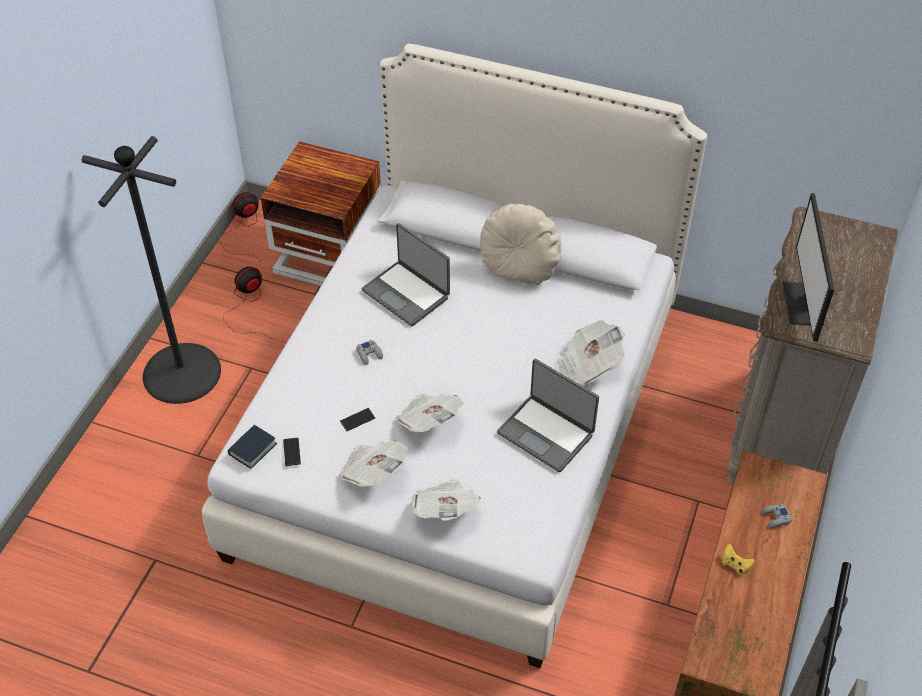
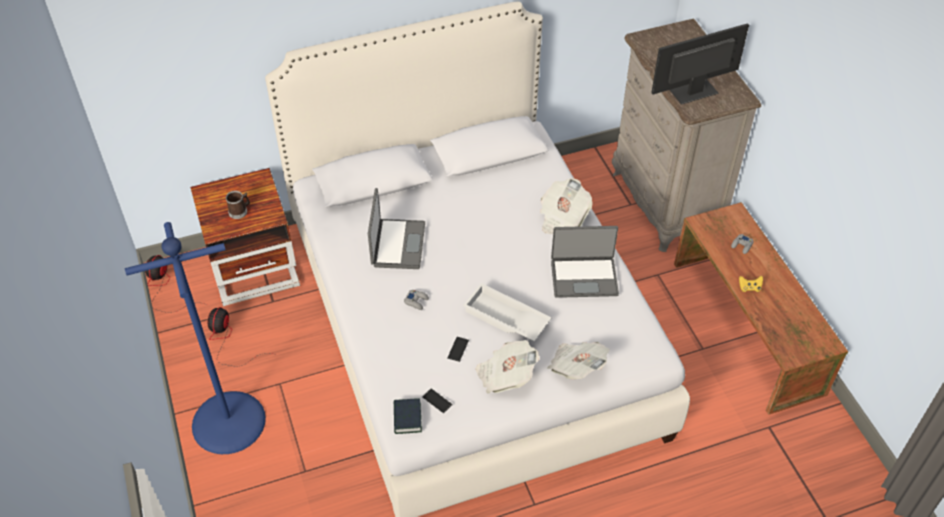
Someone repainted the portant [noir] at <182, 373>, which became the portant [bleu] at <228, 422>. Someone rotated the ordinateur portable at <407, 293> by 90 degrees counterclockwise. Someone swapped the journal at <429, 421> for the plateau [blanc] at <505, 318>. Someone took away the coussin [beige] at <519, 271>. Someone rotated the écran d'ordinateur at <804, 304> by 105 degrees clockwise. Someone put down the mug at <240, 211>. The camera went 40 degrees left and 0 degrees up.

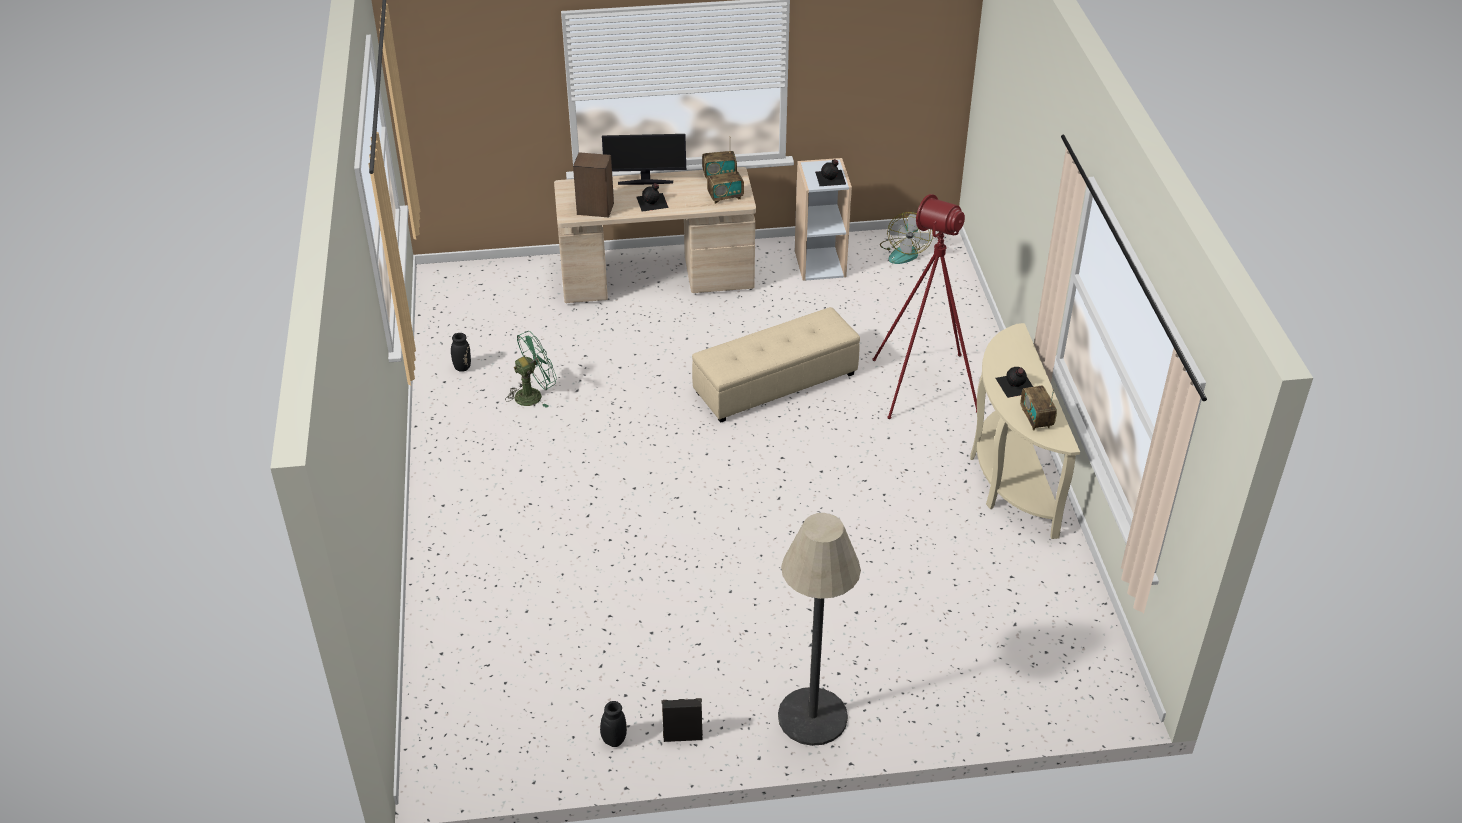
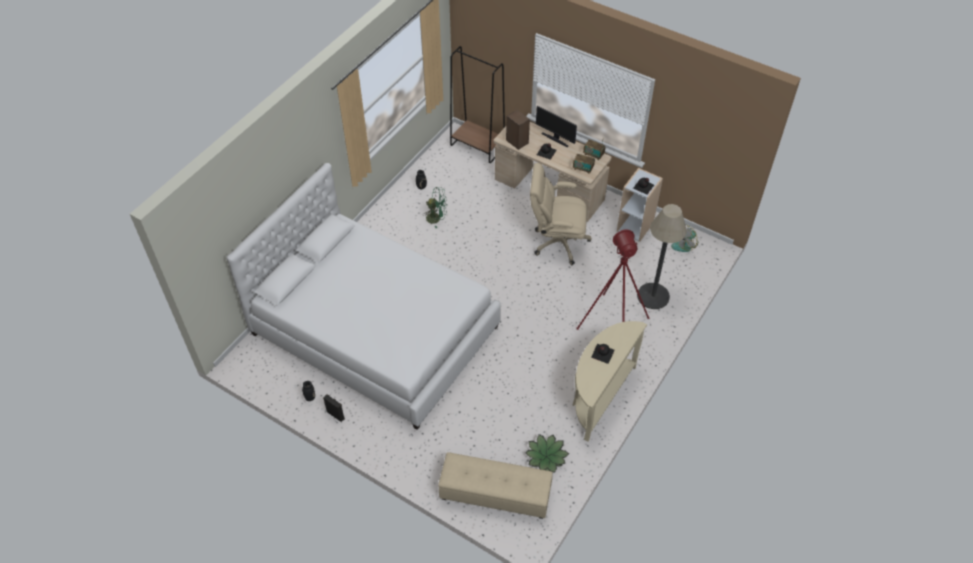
Someone carried the pouf [beige] from <776, 384> to <495, 494>. Someone carried the lampadaire from <812, 717> to <653, 296>. Someone took away the radio at <1036, 418>. Someone put down the lit [blanc] at <375, 330>. Someone put down the portant at <477, 147>. Someone put down the plante en pot at <546, 456>. Someone put down the chaise de bureau [beige] at <556, 242>. The camera went 40 degrees right and 10 degrees up.

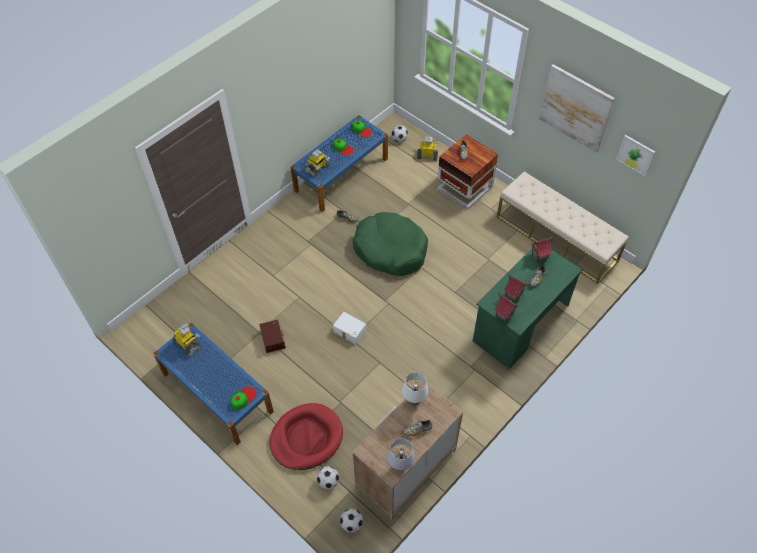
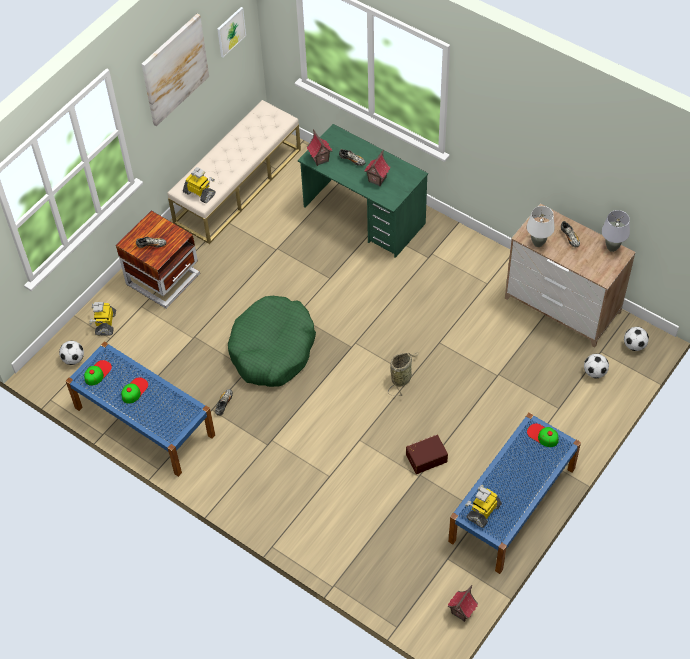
Someone took away the panier pour chien [rouge] at <306, 438>. Someone carried the robot jouet from <317, 169> to <200, 193>. Someone swapped the boîte de rangement [blanc] at <349, 331> for the panier at <402, 378>. Someone carried the maison miniature from <504, 315> to <461, 612>. The camera went 95 degrees left and 0 degrees up.

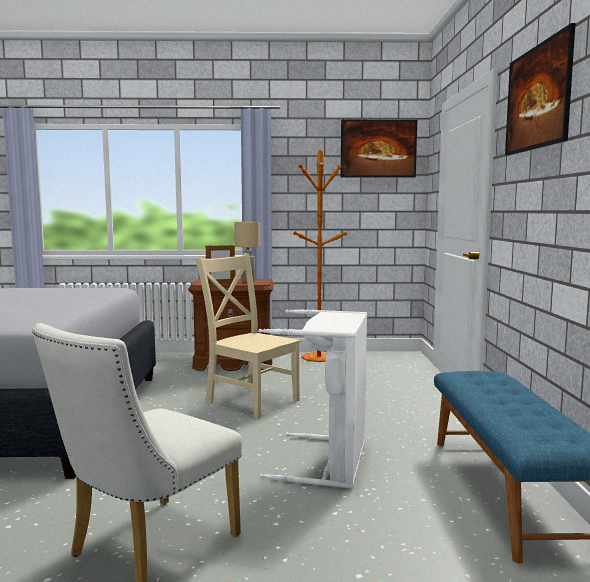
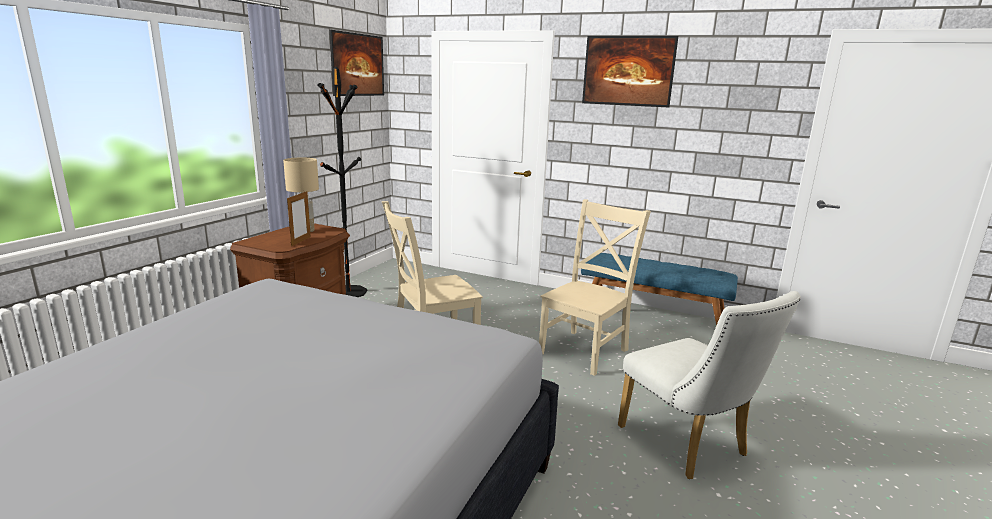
Someone swapped the panier à linge [blanc] at <329, 461> for the chaise [beige] at <585, 350>. Someone repainted the portant [orange] at <319, 357>, which became the portant [noir] at <348, 292>. The camera went 65 degrees left and 10 degrees up.

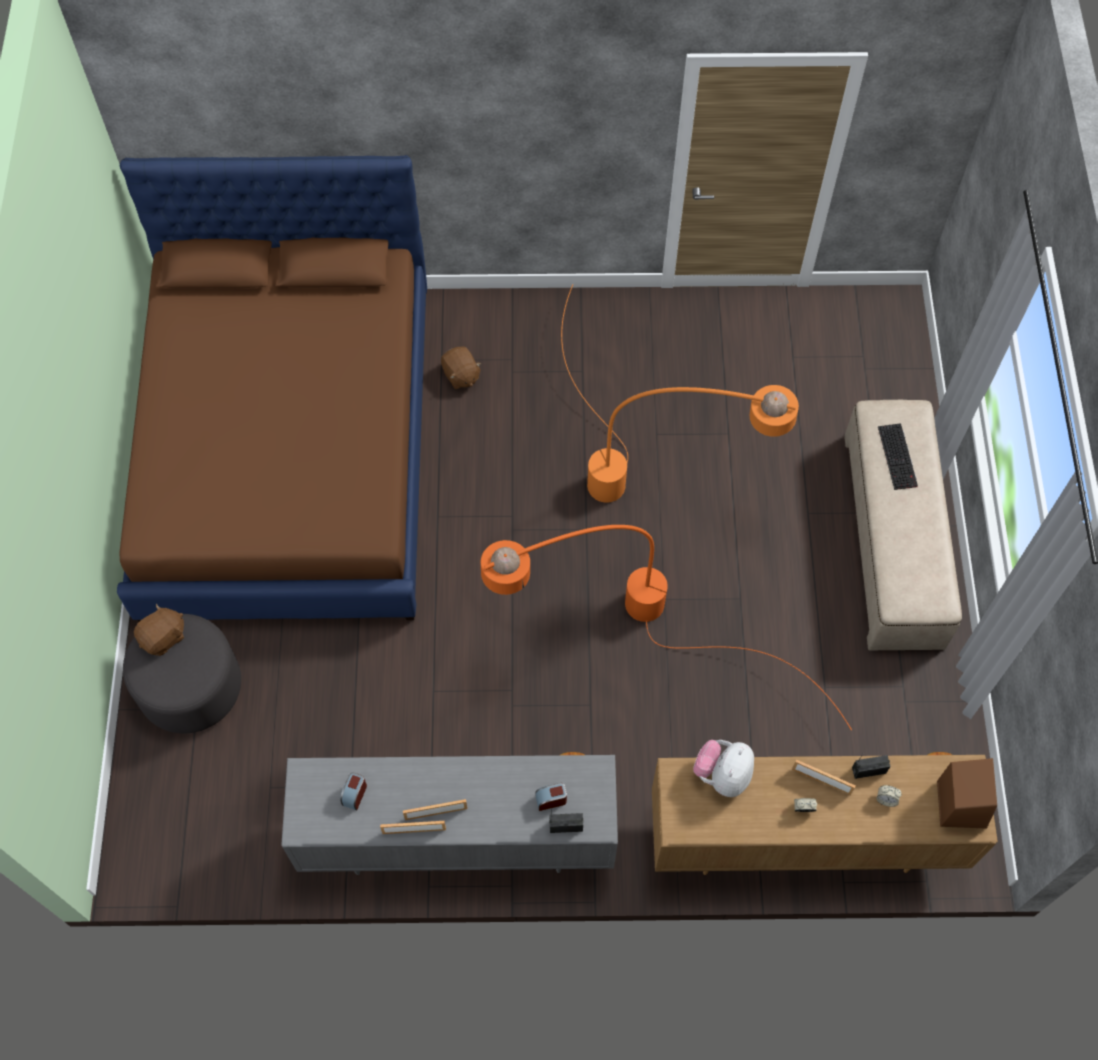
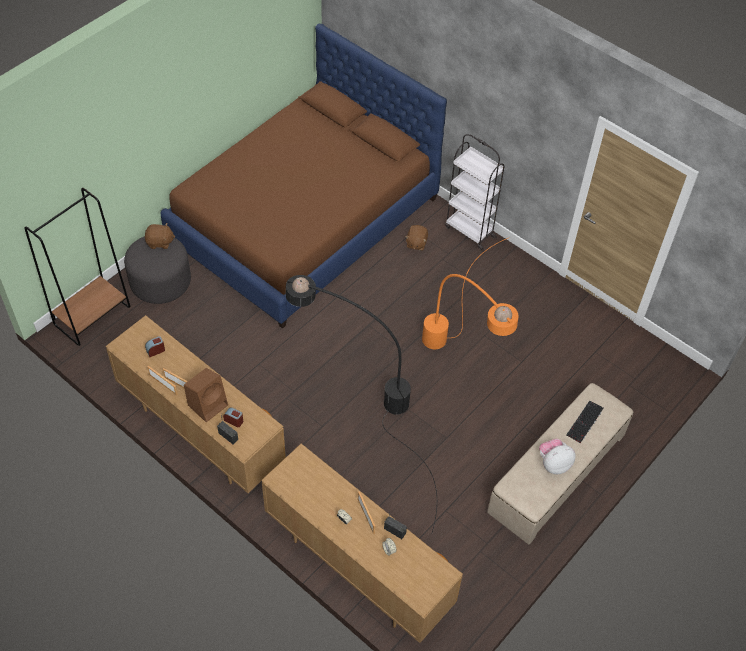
Someone repainted the commode [gris] at <458, 839>, which became the commode [marron] at <202, 433>. Someone repainted the lampadaire [orange] at <613, 643>, which became the lampadaire [noir] at <362, 409>. Someone carried the peluche from <722, 775> to <553, 464>. Someone carried the enceinte [marron] from <960, 802> to <208, 404>. Someone put down the portant at <92, 316>. Someone put down the chariot [blanc] at <469, 232>. The camera went 40 degrees right and 10 degrees down.

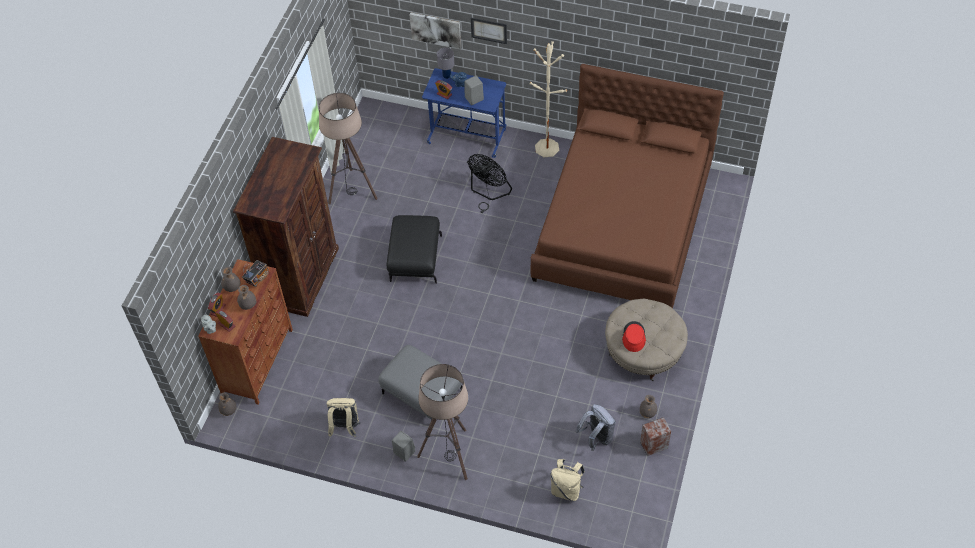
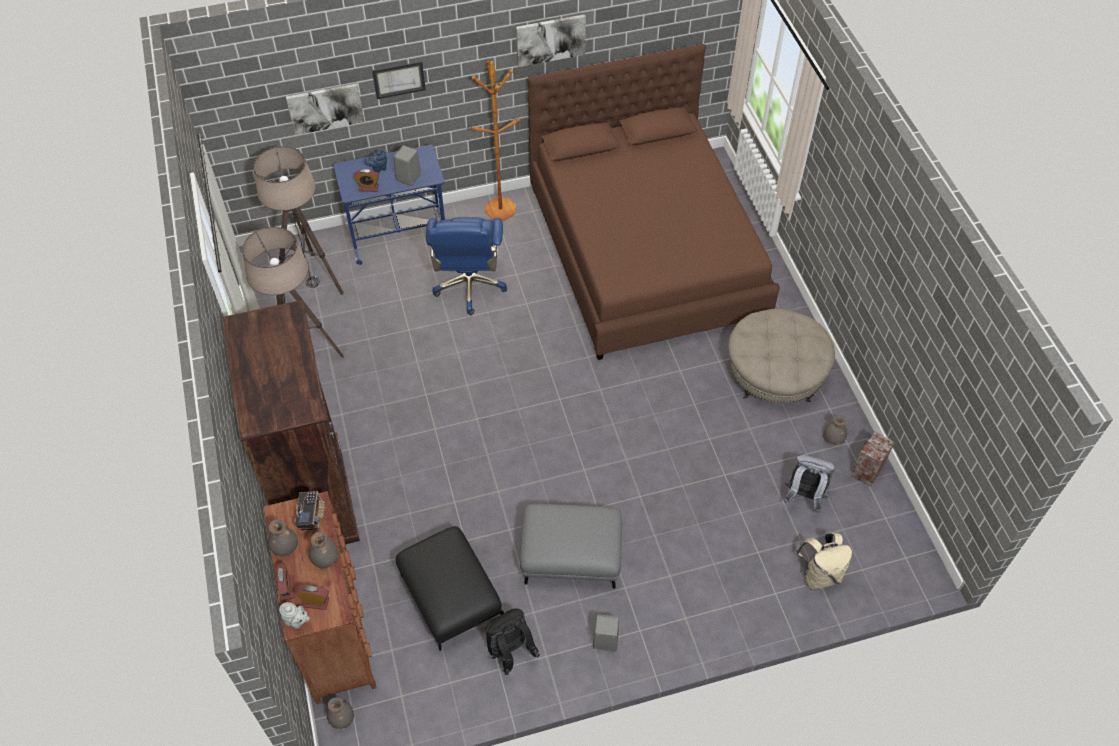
Someone repainted the sac à dos [beige] at <345, 427>, which became the sac à dos [noir] at <510, 652>. Someone carried the pouf [noir] from <415, 258> to <450, 597>. Someone carried the lampadaire from <449, 455> to <311, 282>. Someone took away the lampe de table [gris] at <446, 76>. Someone swapped the ventilateur [noir] at <486, 192> for the chaise de bureau [bleu] at <469, 287>. Someone repainted the portant [beige] at <547, 148>, which became the portant [orange] at <500, 208>. Someone took away the chapeau [rouge] at <633, 337>. Someone put up the tableau at <550, 39>. The camera went 35 degrees left and 0 degrees up.

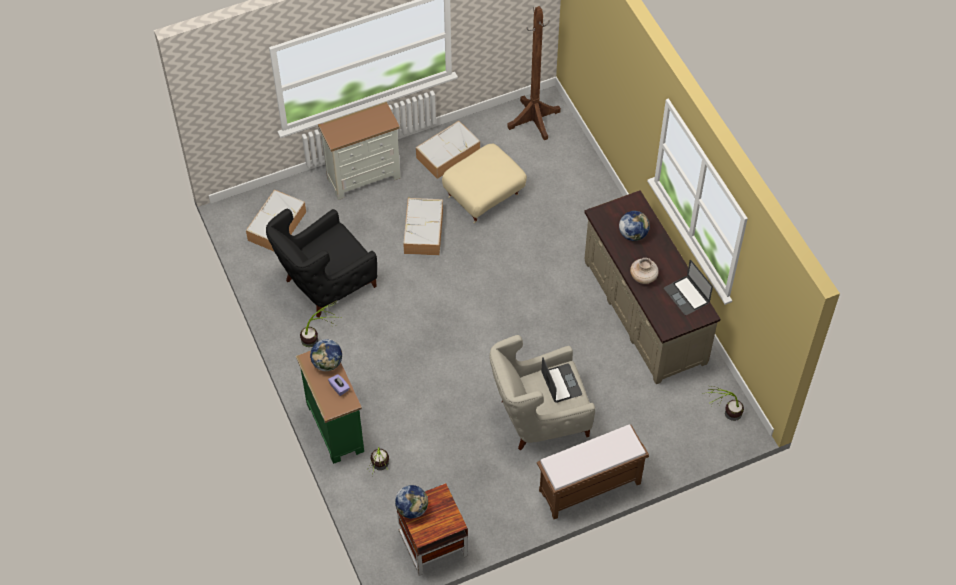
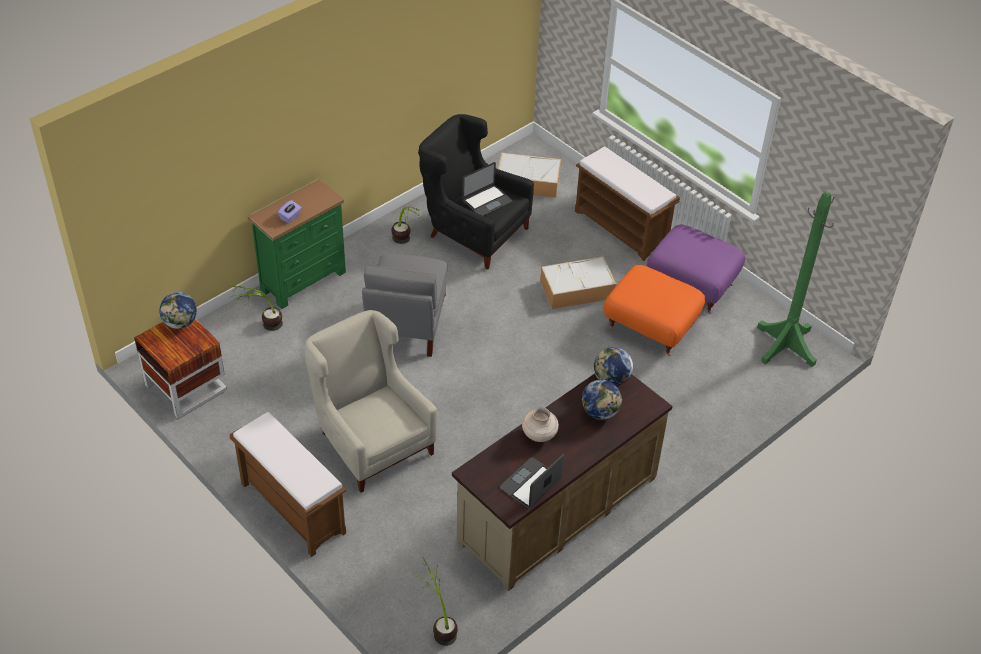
Someone carried the globe from <327, 363> to <611, 379>. Someone swapped the commode [blanc] at <364, 178> for the banc [marron] at <622, 228>. Someone swapped the boîte de rangement at <448, 154> for the pouf [violet] at <692, 285>. Someone repainted the pouf [beige] at <484, 197>, which became the pouf [orange] at <650, 327>. Someone repainted the portant [marron] at <534, 119>, which became the portant [vert] at <786, 345>. Someone carried the ordinateur portable from <561, 383> to <487, 200>. Someone put down the fauteuil [gris] at <406, 326>. The camera went 70 degrees right and 10 degrees down.

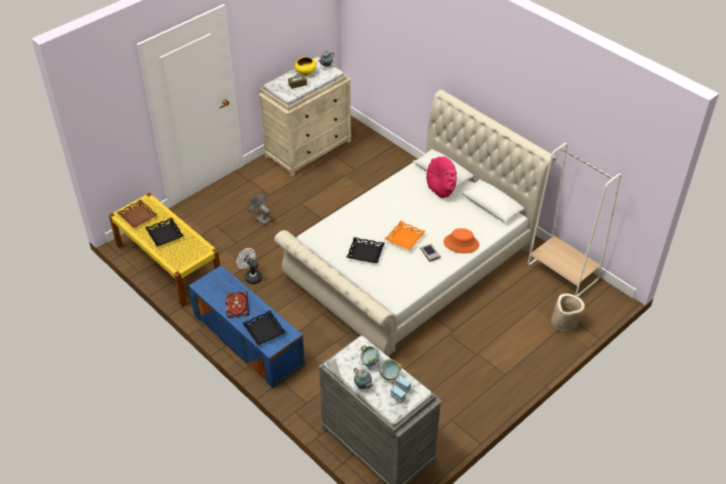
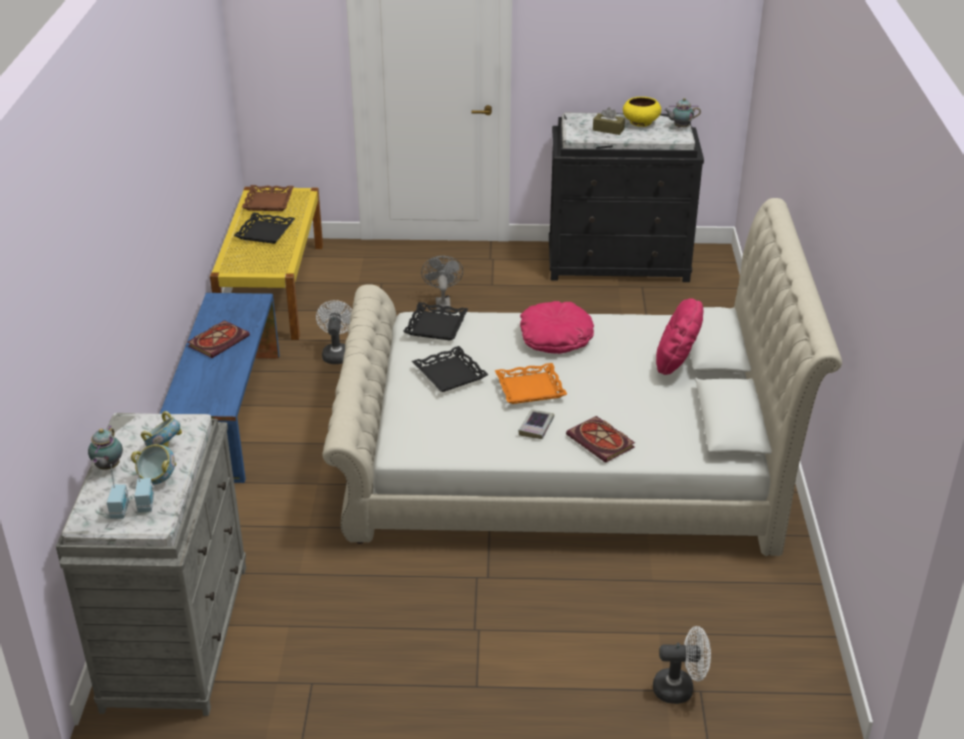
Someone carried the plateau [noir] from <264, 330> to <435, 326>. Someone repainted the commode [beige] at <308, 148>, which became the commode [noir] at <618, 263>. Someone swapped the chapeau [orange] at <461, 243> for the livre at <602, 442>. Someone took away the portant at <562, 272>. Someone swapped the cache-pot [beige] at <564, 323> for the ventilateur [blanc] at <680, 689>. Someone put down the coussin [rose] at <556, 338>. The camera went 45 degrees right and 10 degrees down.

